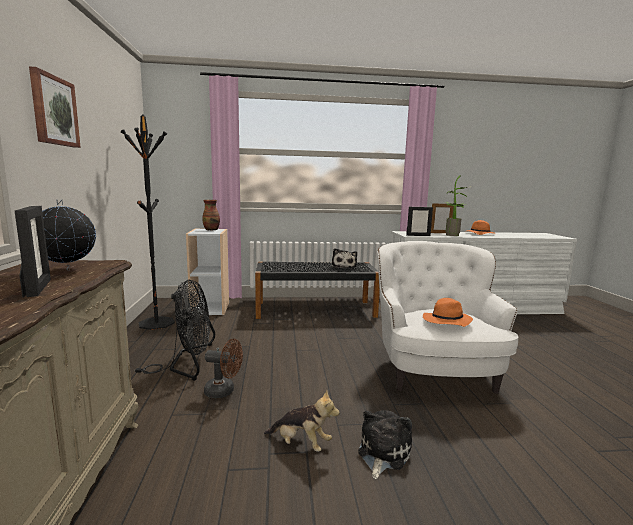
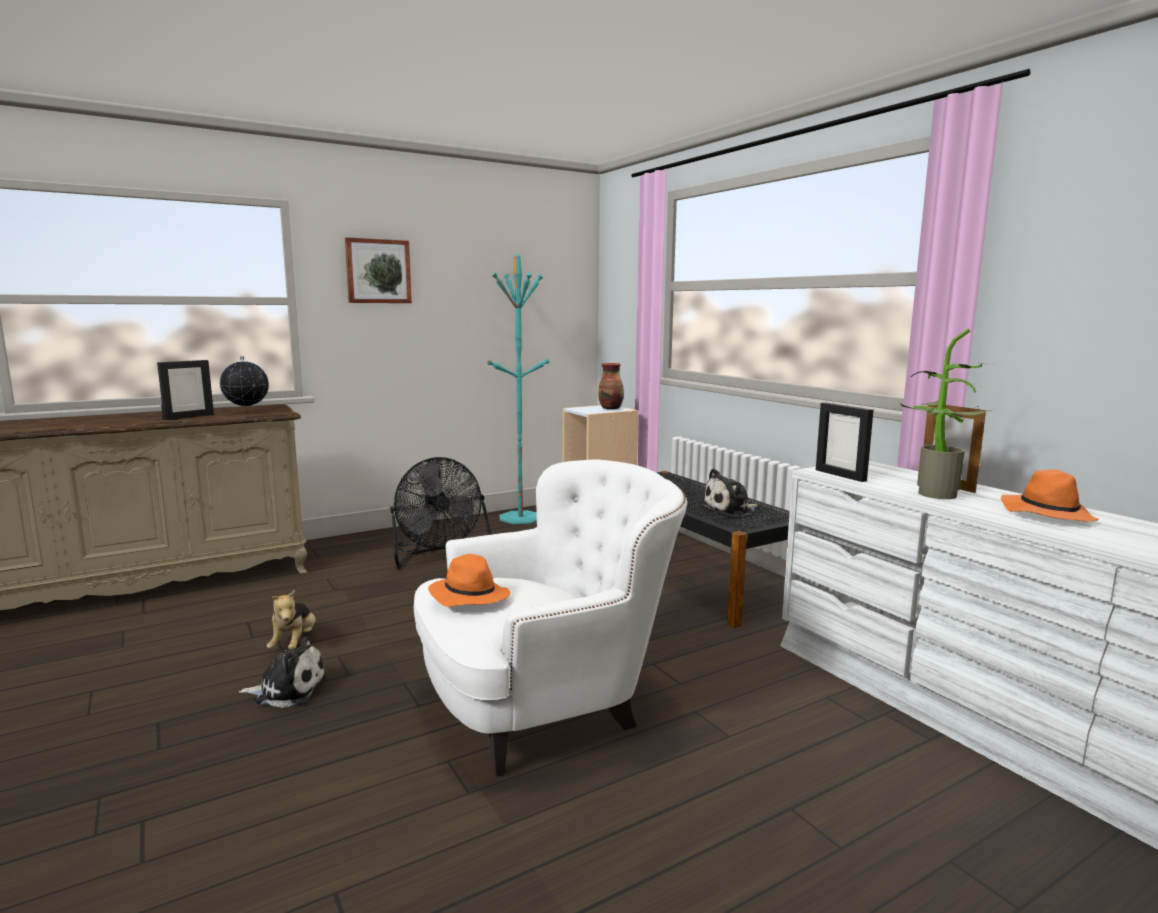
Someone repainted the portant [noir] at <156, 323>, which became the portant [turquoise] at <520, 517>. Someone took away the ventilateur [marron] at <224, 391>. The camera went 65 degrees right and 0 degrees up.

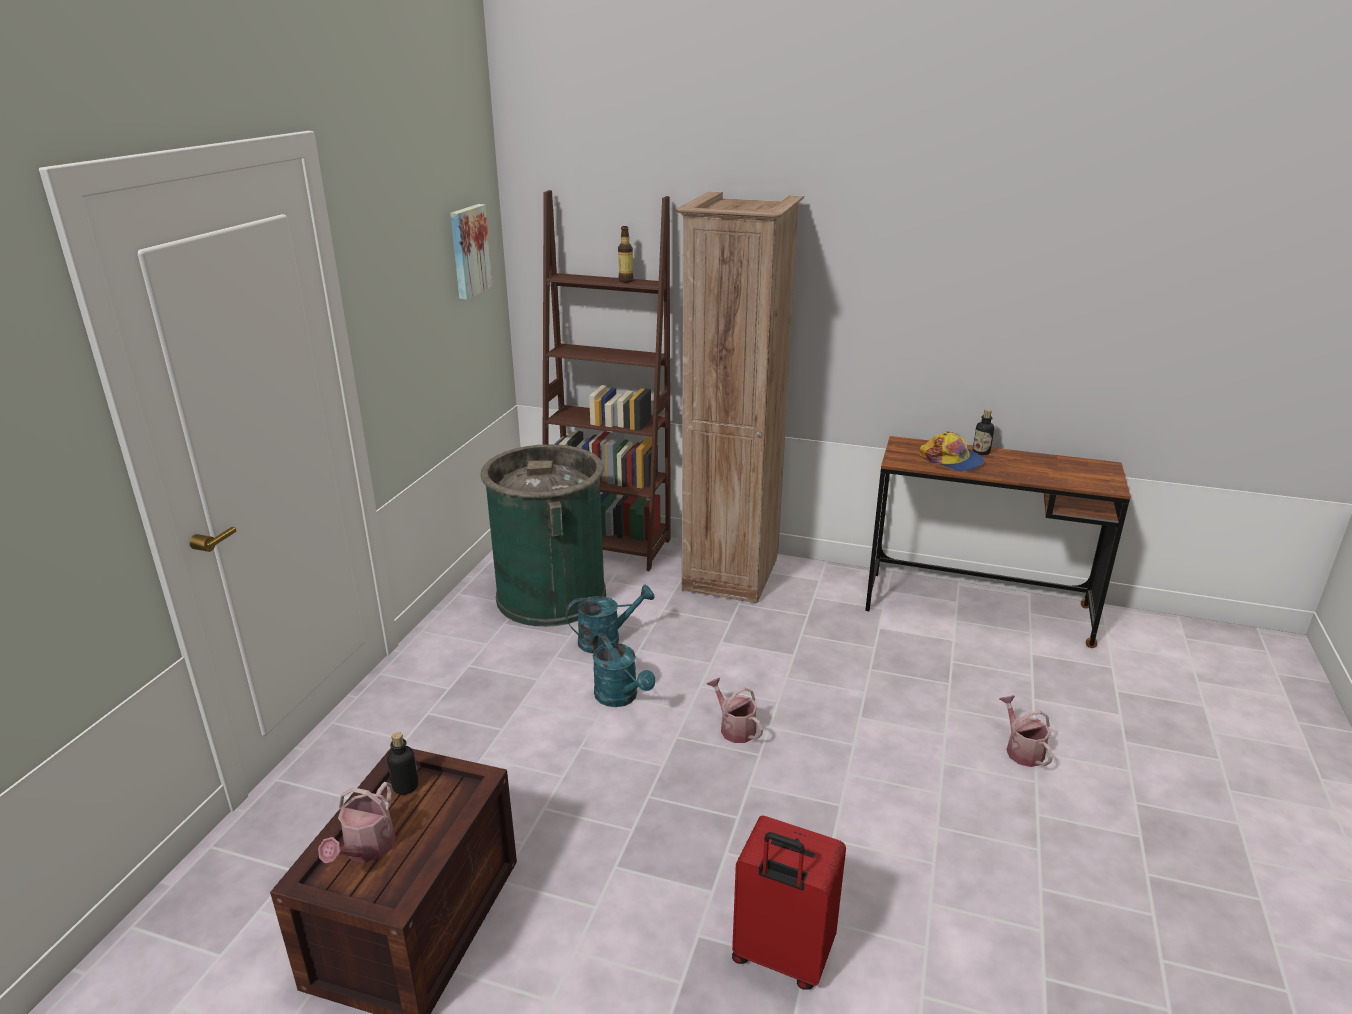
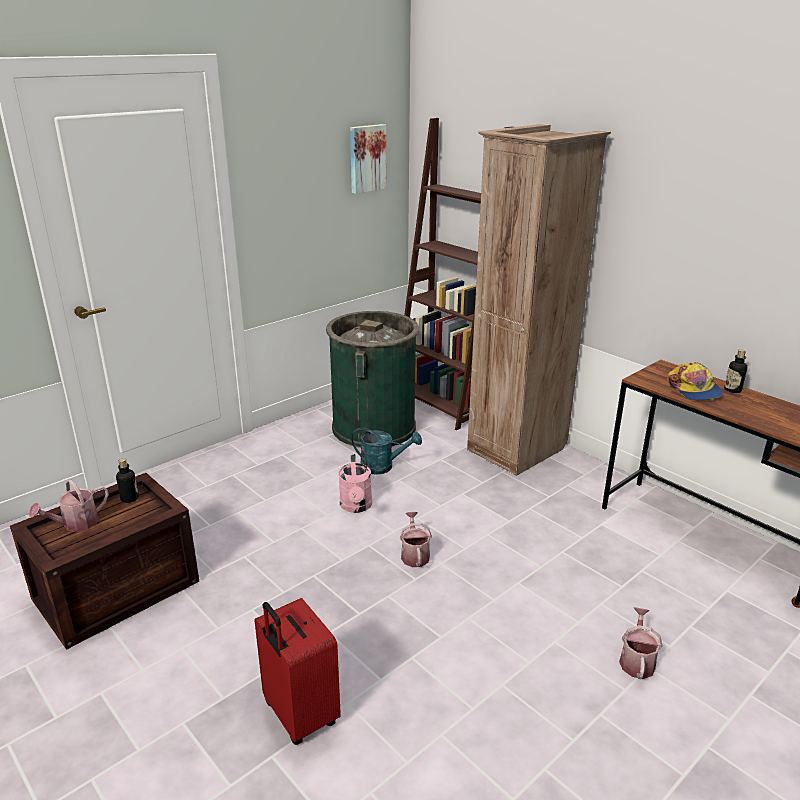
Someone repainted the arrosoir [turquoise] at <621, 698>, which became the arrosoir [rose] at <356, 507>. Someone took away the bouteille at <626, 281>. The camera went 30 degrees right and 0 degrees up.

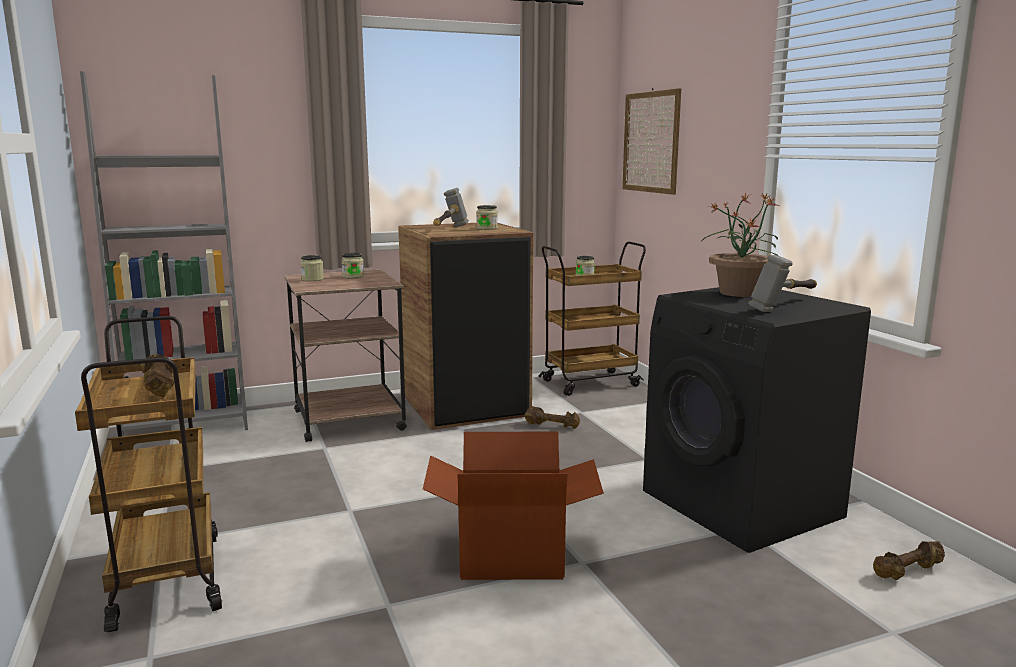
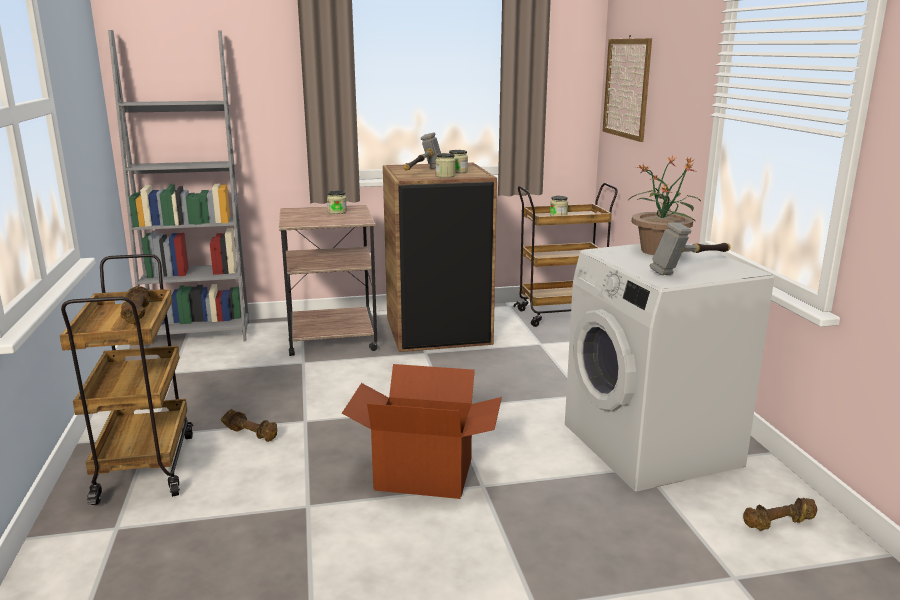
Someone carried the bocal from <312, 279> to <445, 176>. Someone carried the haltère [marron] from <552, 426> to <251, 434>. Someone repainted the lave-linge [noir] at <738, 504>, which became the lave-linge [blanc] at <647, 444>. The camera went 10 degrees right and 5 degrees up.

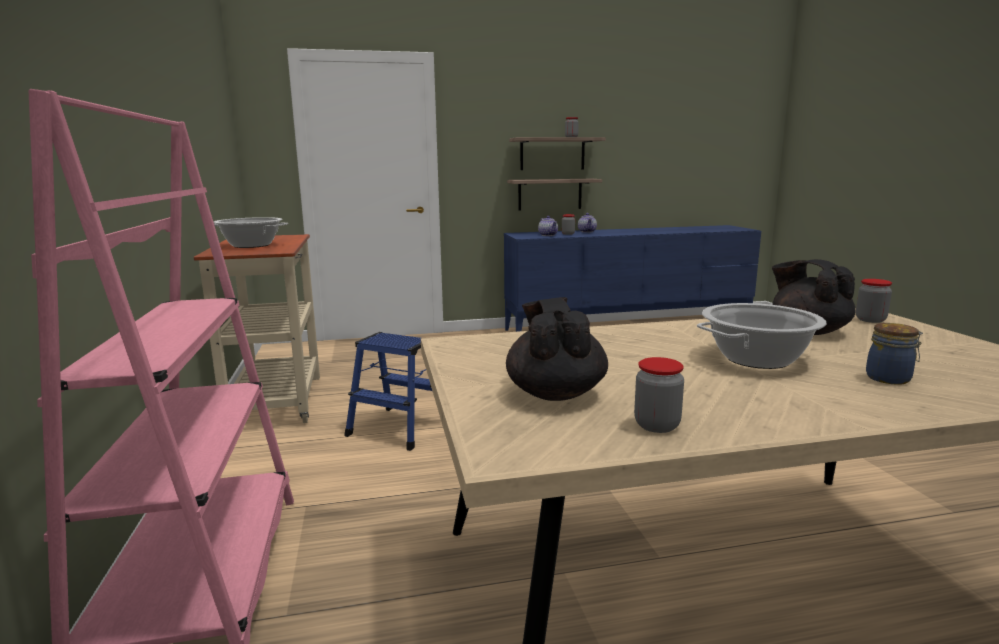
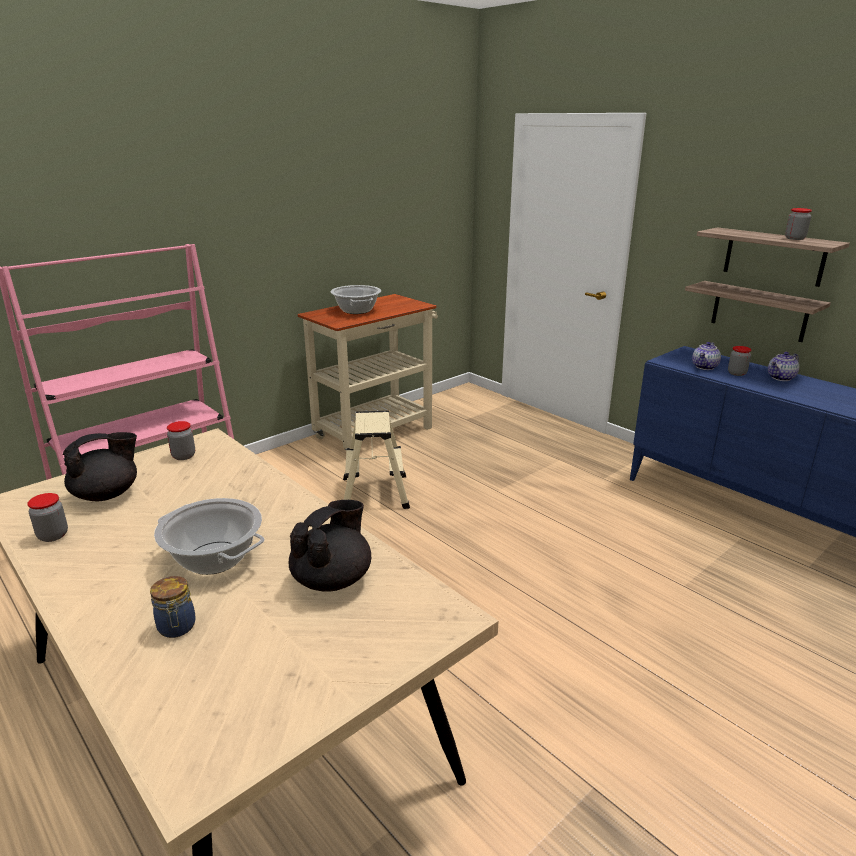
Someone repainted the escabeau [bleu] at <399, 427>, which became the escabeau [beige] at <375, 493>. Someone carried the bocal from <870, 320> to <183, 456>. The camera went 60 degrees right and 10 degrees up.

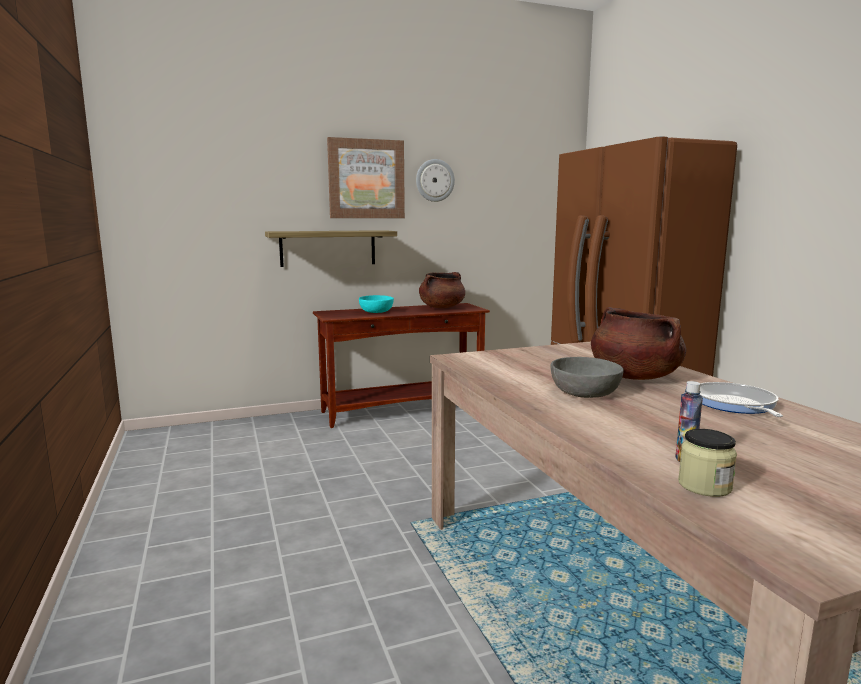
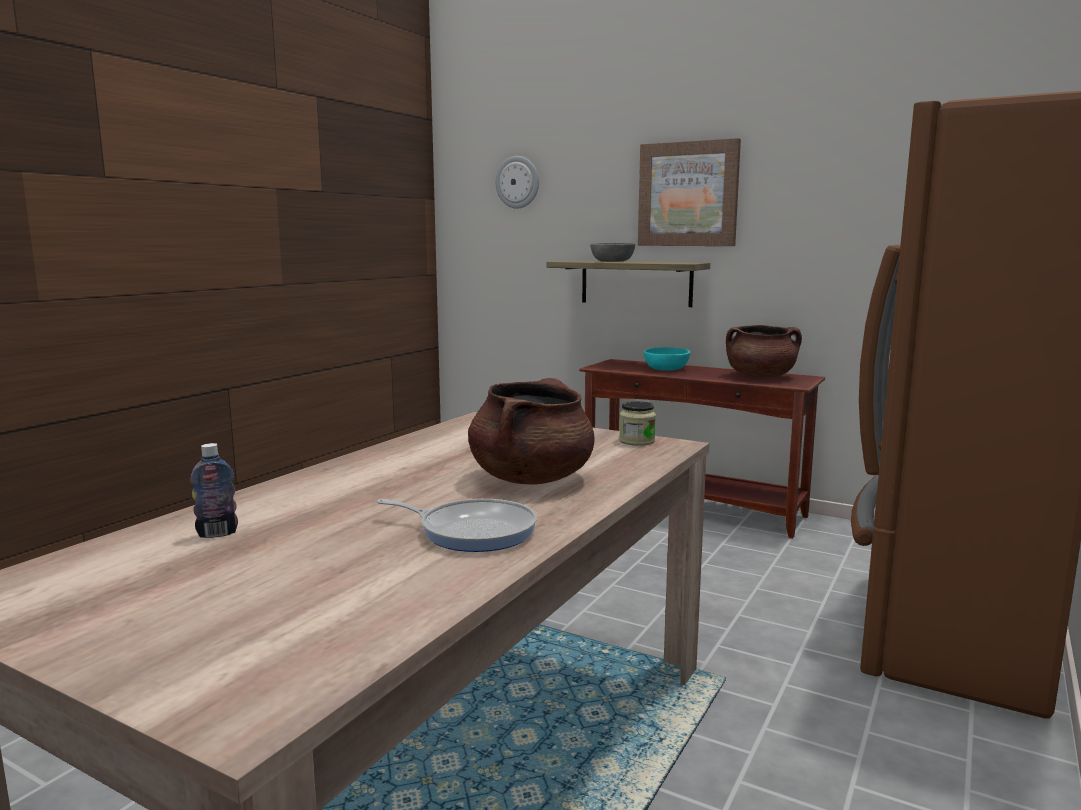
Someone carried the horloge murale from <434, 180> to <518, 182>. Someone carried the bol [gris] from <585, 392> to <612, 261>. Someone carried the bocal from <704, 486> to <637, 441>. Someone rotated the poêle at <735, 404> by 60 degrees clockwise. The camera went 50 degrees right and 0 degrees up.

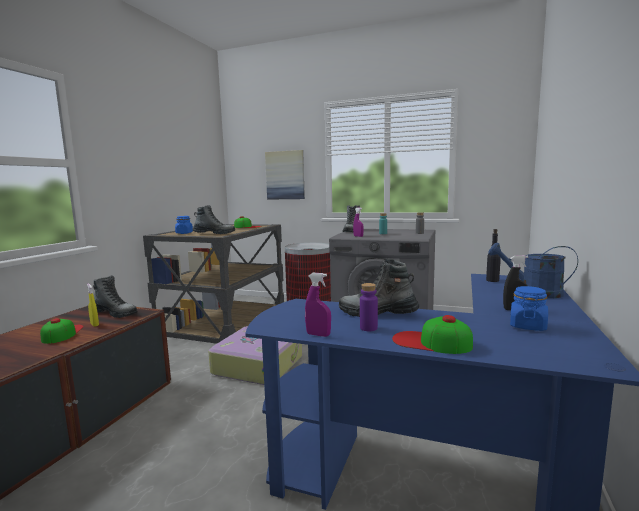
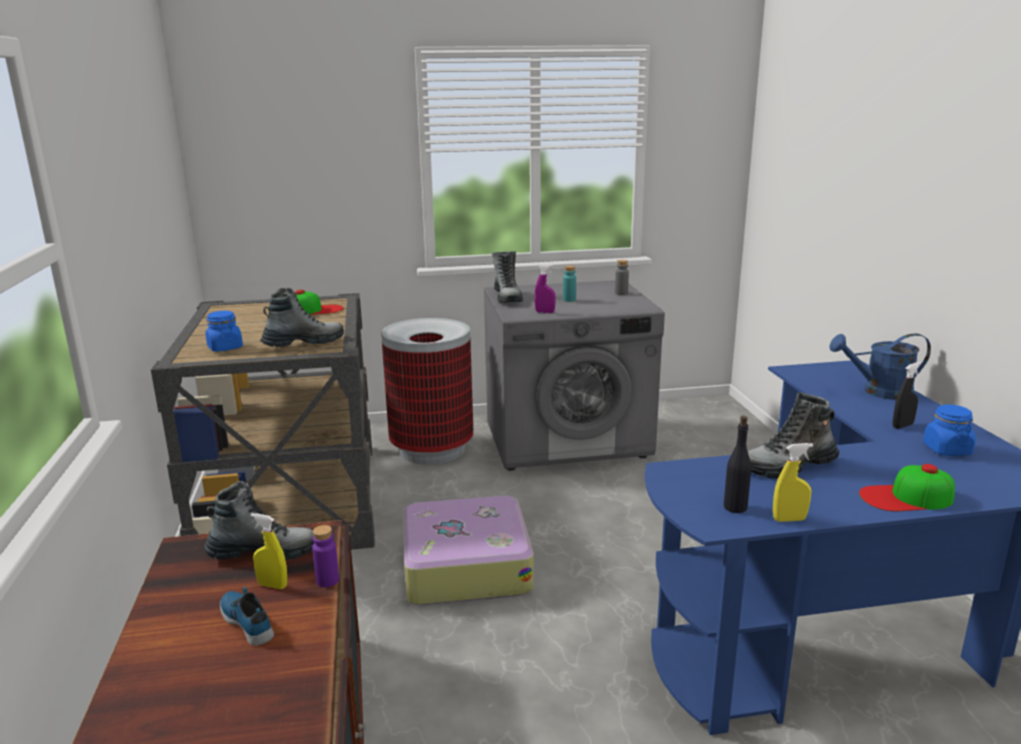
Someone swapped the casquette at <62, 333> for the chaussure at <248, 621>. Someone took away the tableau at <285, 175>. Someone repainted the vaporisateur [violet] at <318, 335>, which became the vaporisateur [jaune] at <789, 519>. Someone carried the bouteille [violet] from <368, 328> to <327, 580>. Someone carried the bouteille [noir] from <492, 280> to <735, 507>. The camera went 30 degrees left and 10 degrees up.

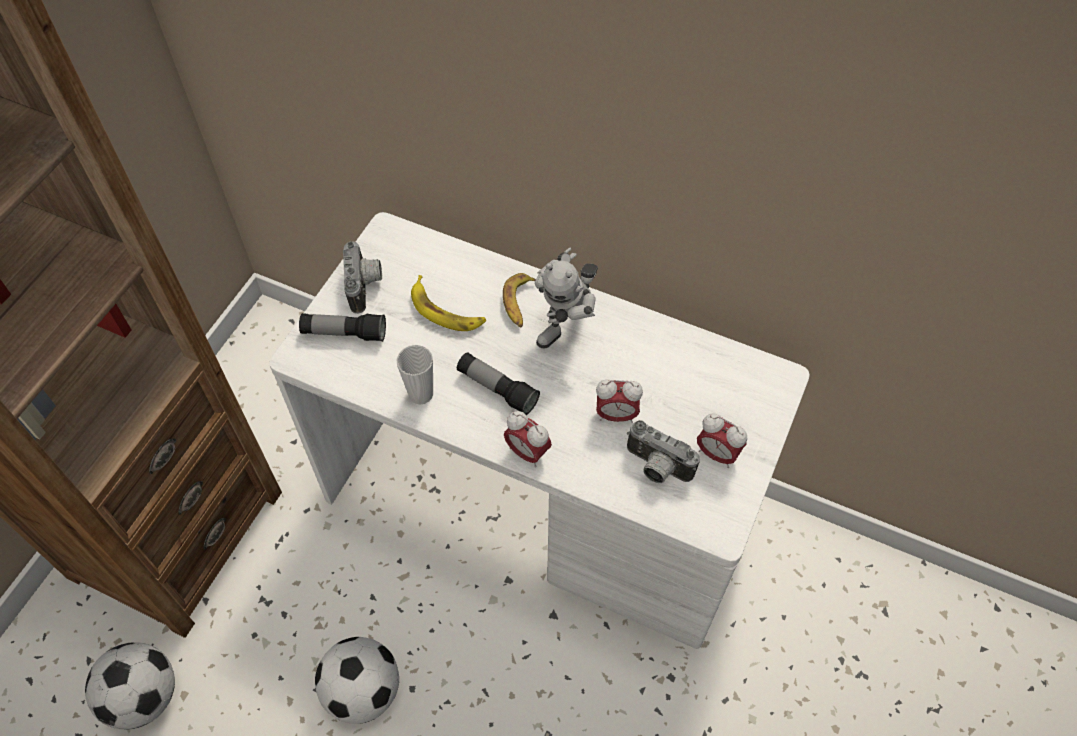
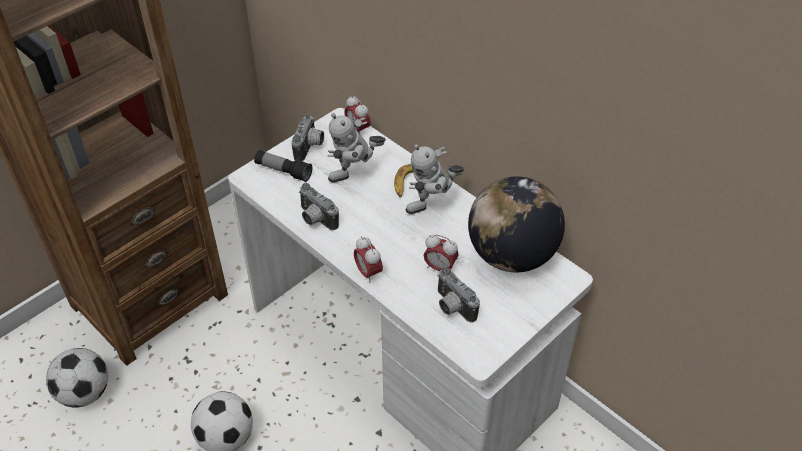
Someone swapped the tasse at <421, 394> for the appareil photo at <315, 219>. Someone swapped the banane at <446, 310> for the robot jouet at <355, 175>. Someone took away the lampe de poche at <497, 389>. Someone carried the réveil from <717, 454> to <357, 130>. Someone put down the globe at <511, 255>. The camera went 20 degrees right and 10 degrees down.

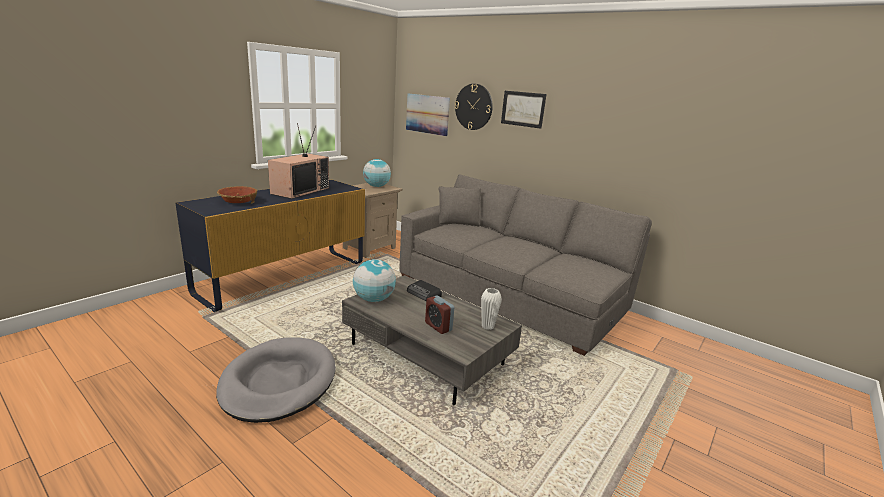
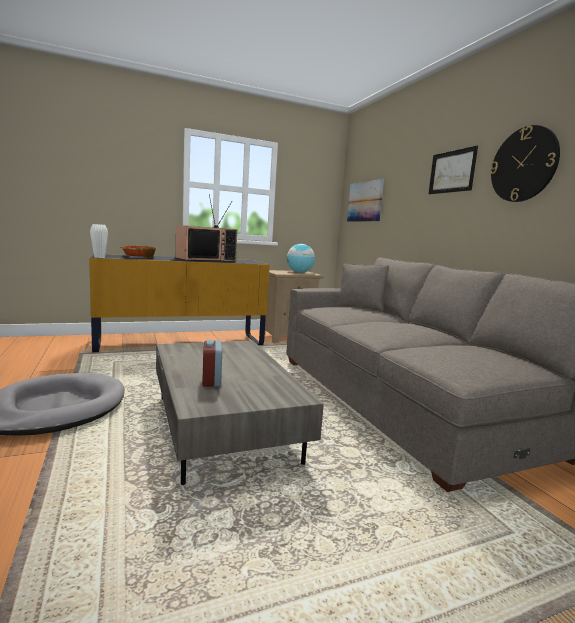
Someone took away the globe at <373, 299>. Someone took away the radio at <424, 294>. Someone carried the horloge murale from <473, 107> to <523, 164>. Someone carried the vase [blanc] from <488, 326> to <99, 257>. The camera went 30 degrees right and 10 degrees down.

